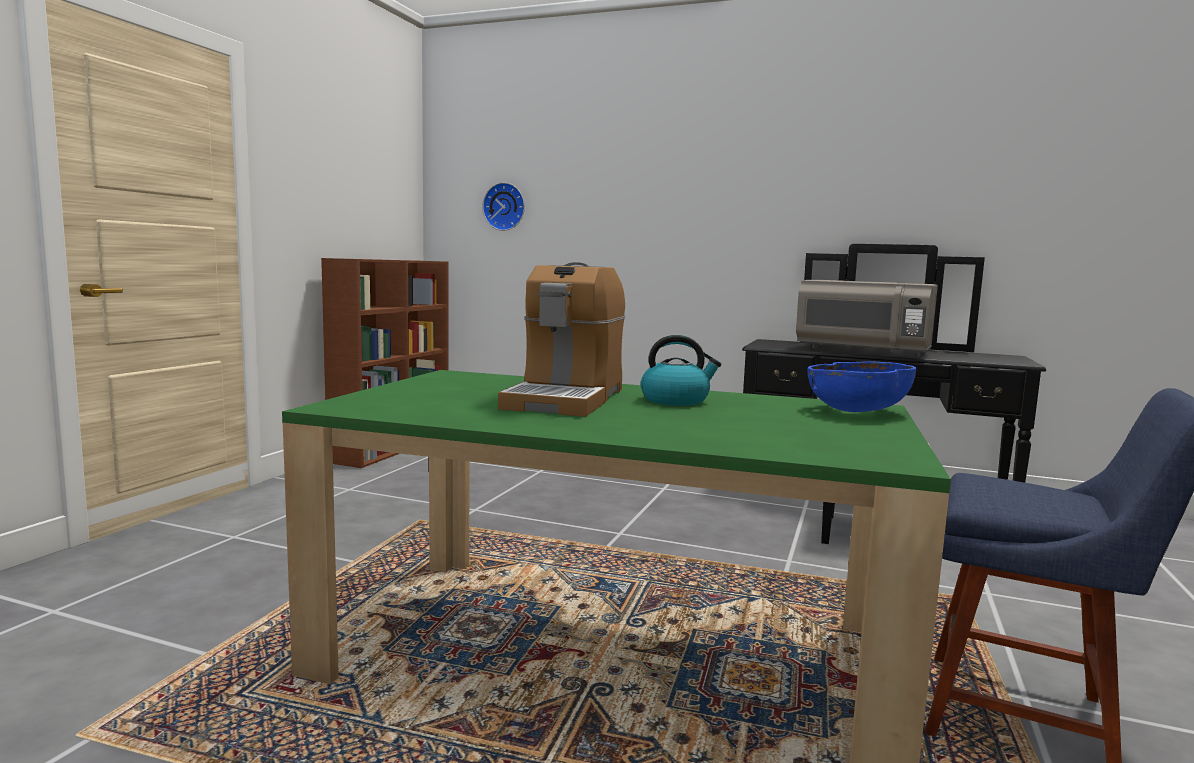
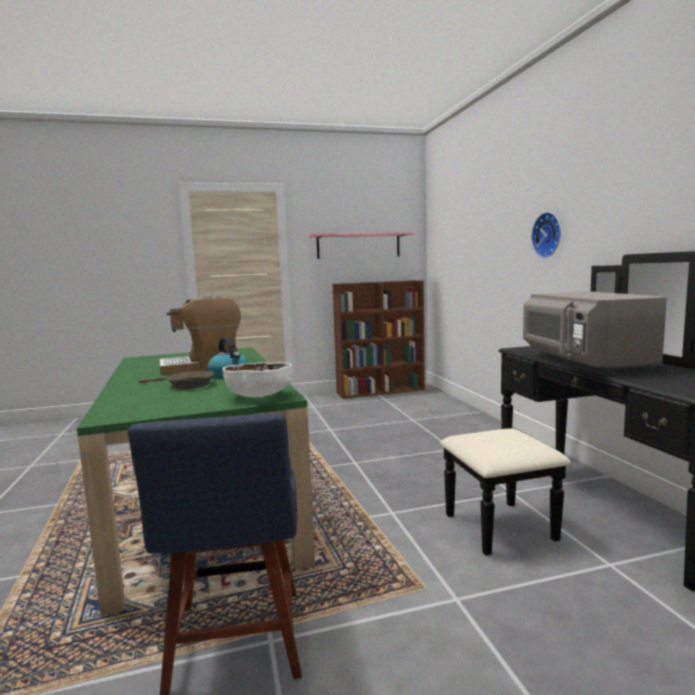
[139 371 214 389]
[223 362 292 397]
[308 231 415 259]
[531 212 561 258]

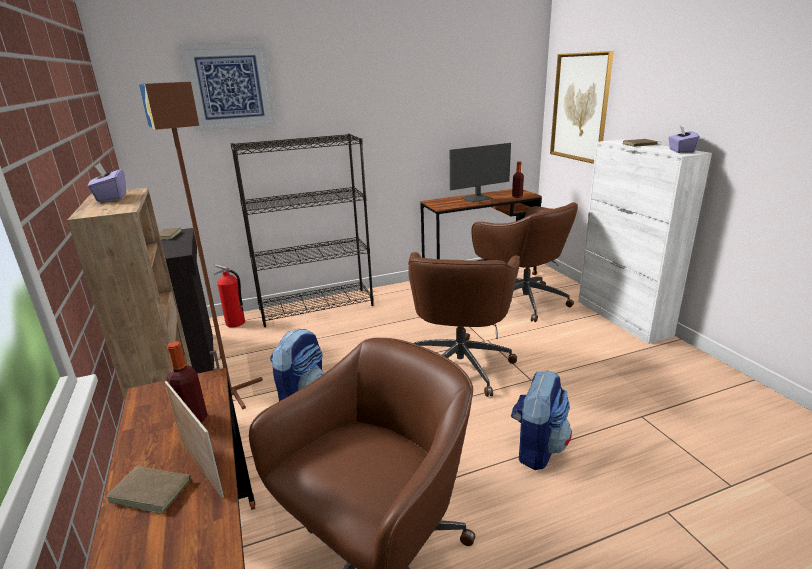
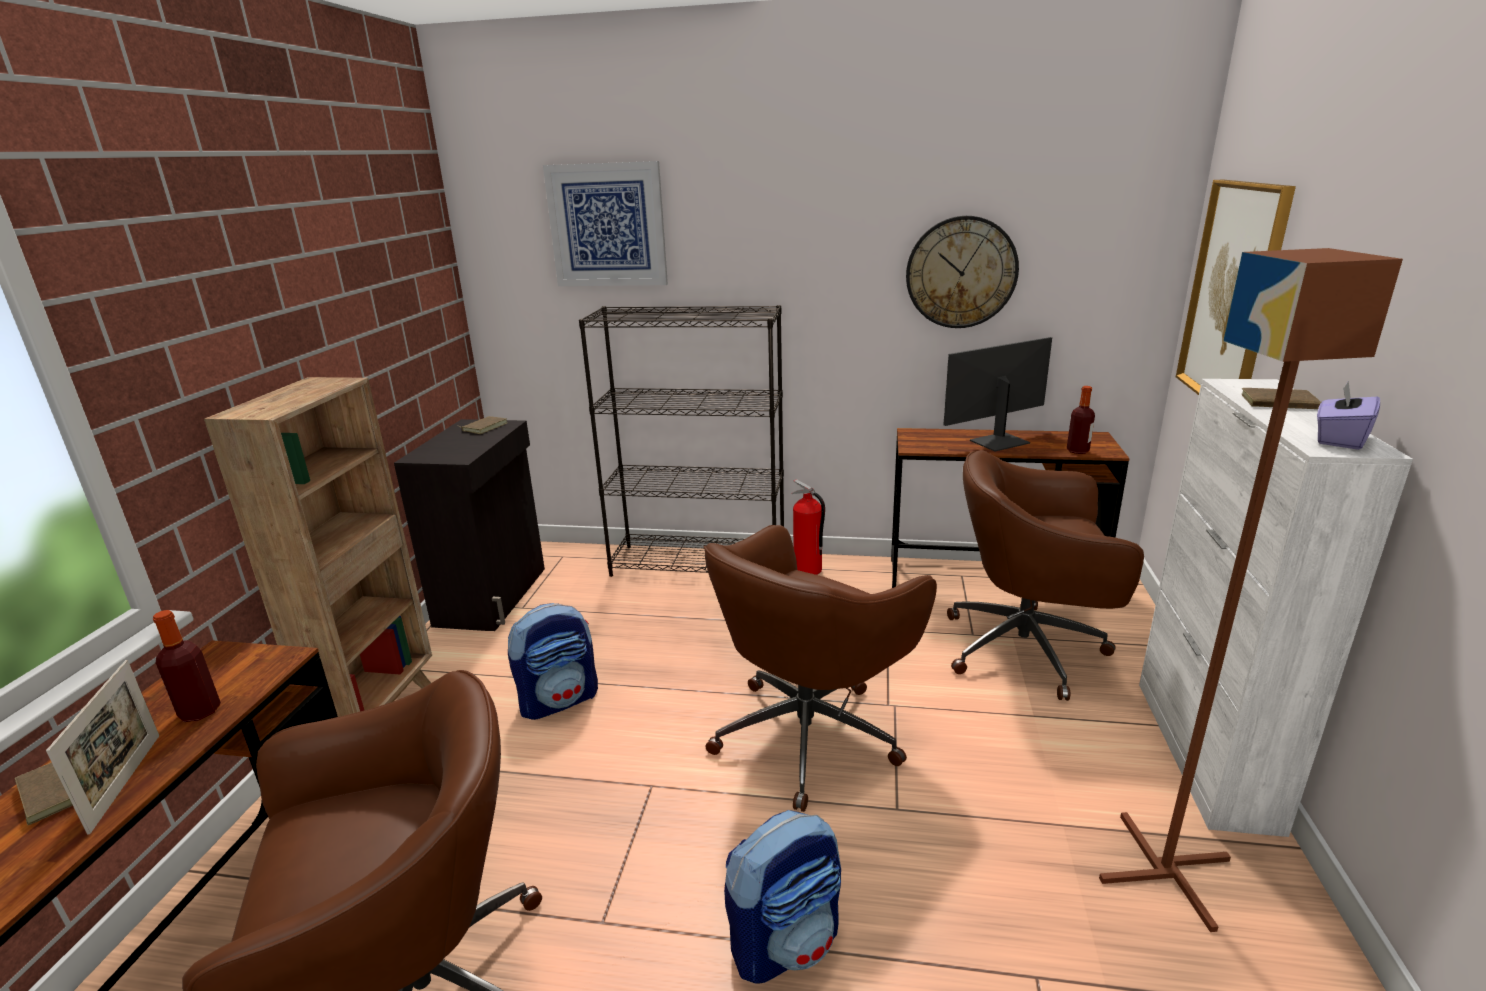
[792 479 825 575]
[906 216 1019 328]
[944 337 1052 452]
[947 450 1144 701]
[1099 248 1403 932]
[88 163 126 202] (first image)

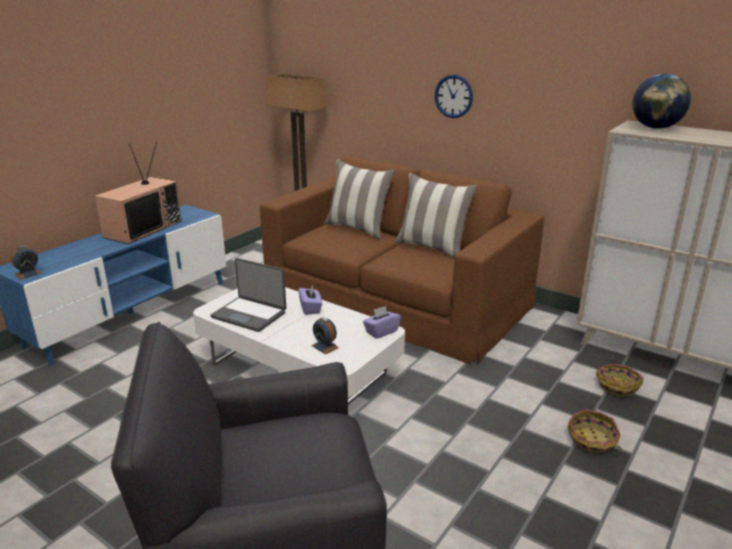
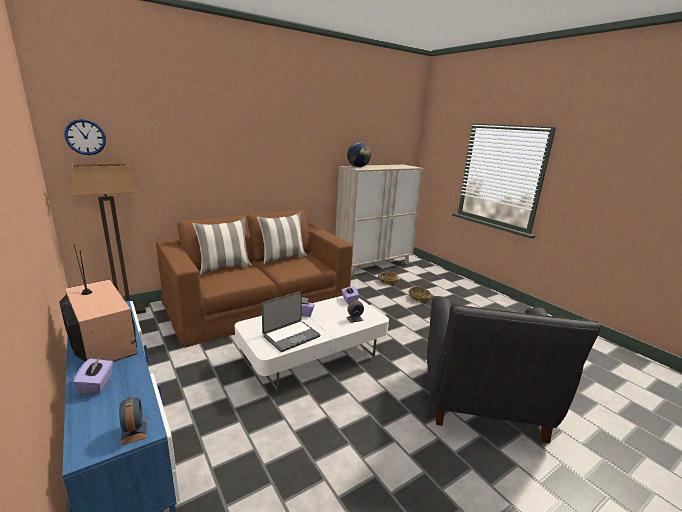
[64 119 106 155]
[73 357 113 395]

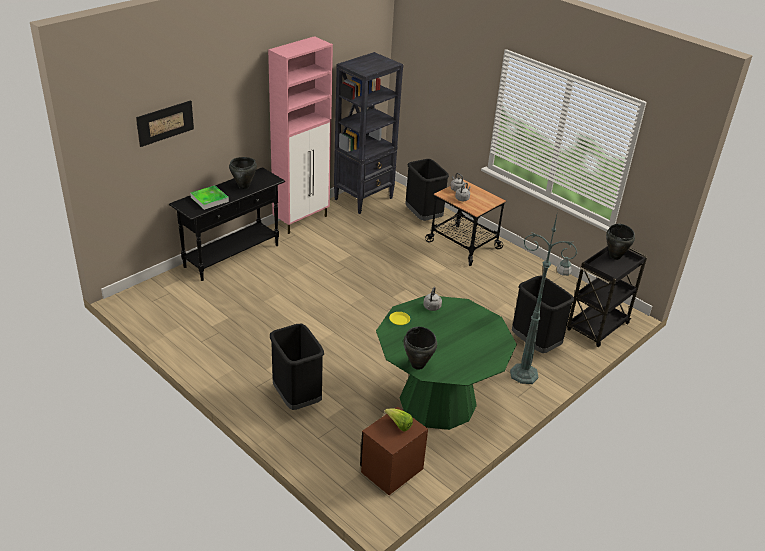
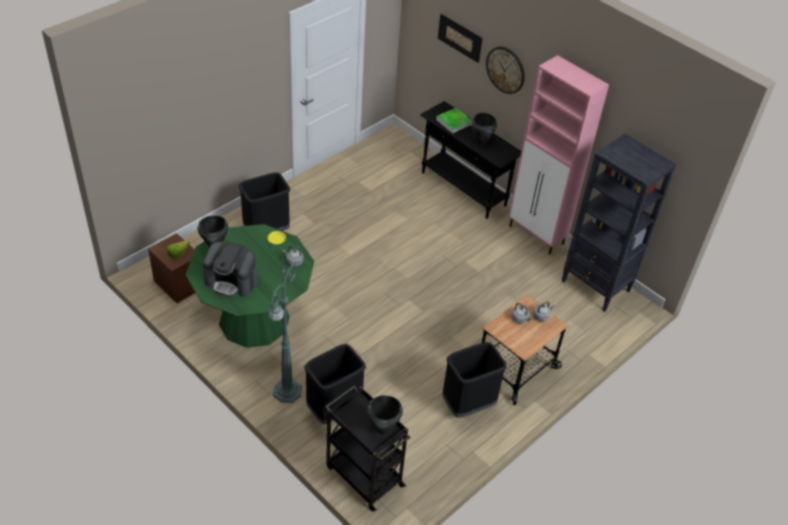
[203 241 258 297]
[442 342 507 418]
[486 47 525 94]

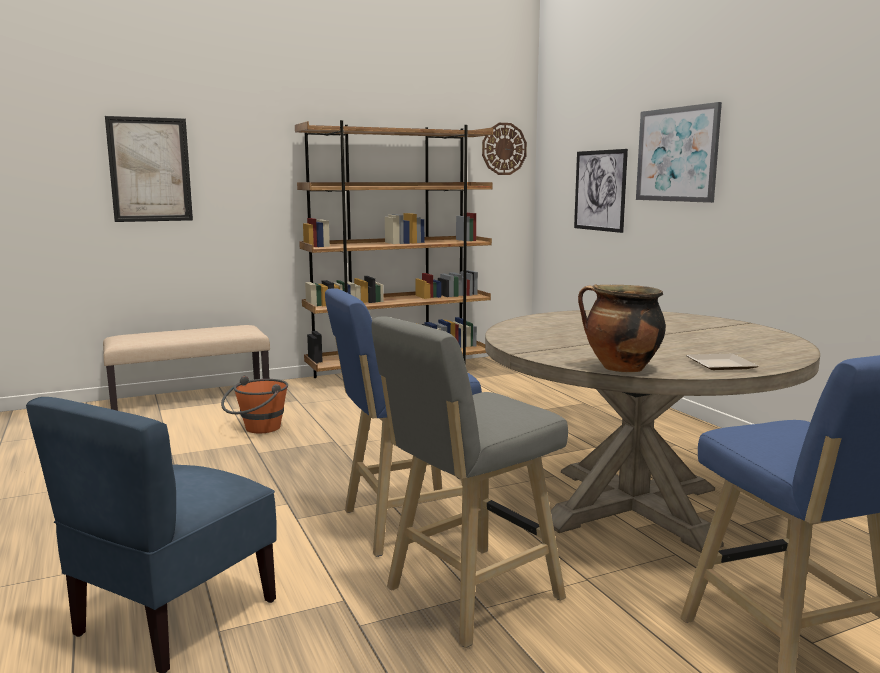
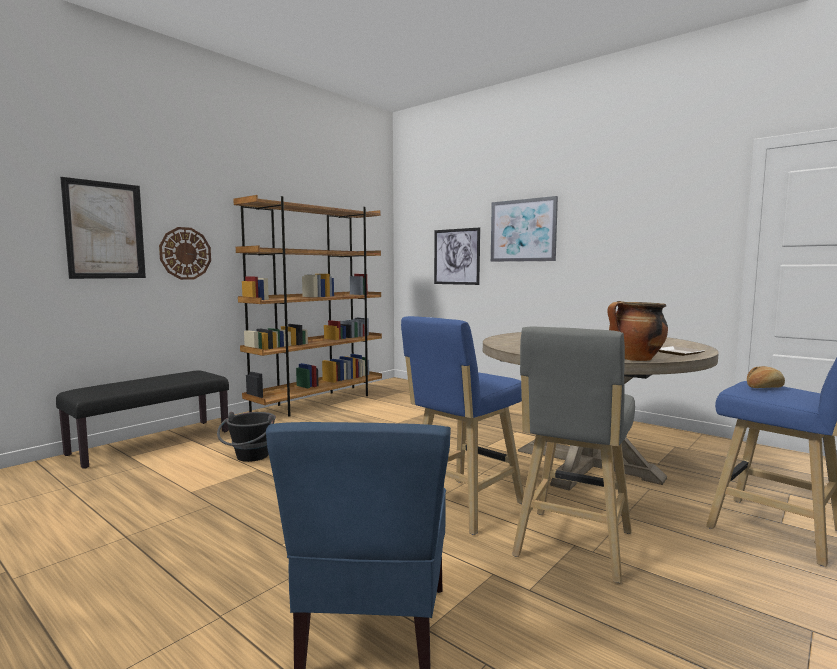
[56 371 229 469]
[159 227 211 280]
[217 412 276 462]
[747 366 785 388]

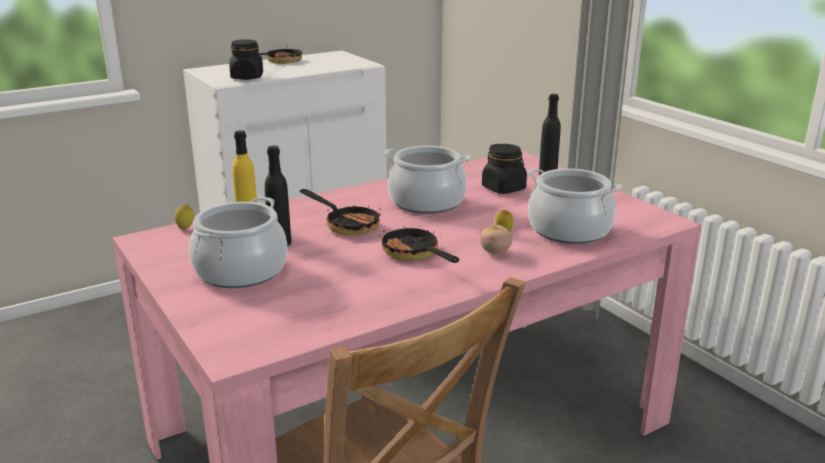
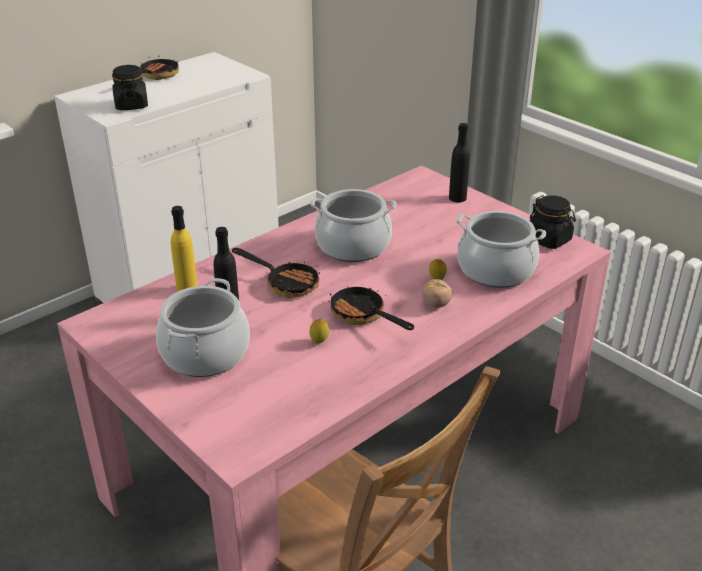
[309 319 329 344]
[530 195 576 249]

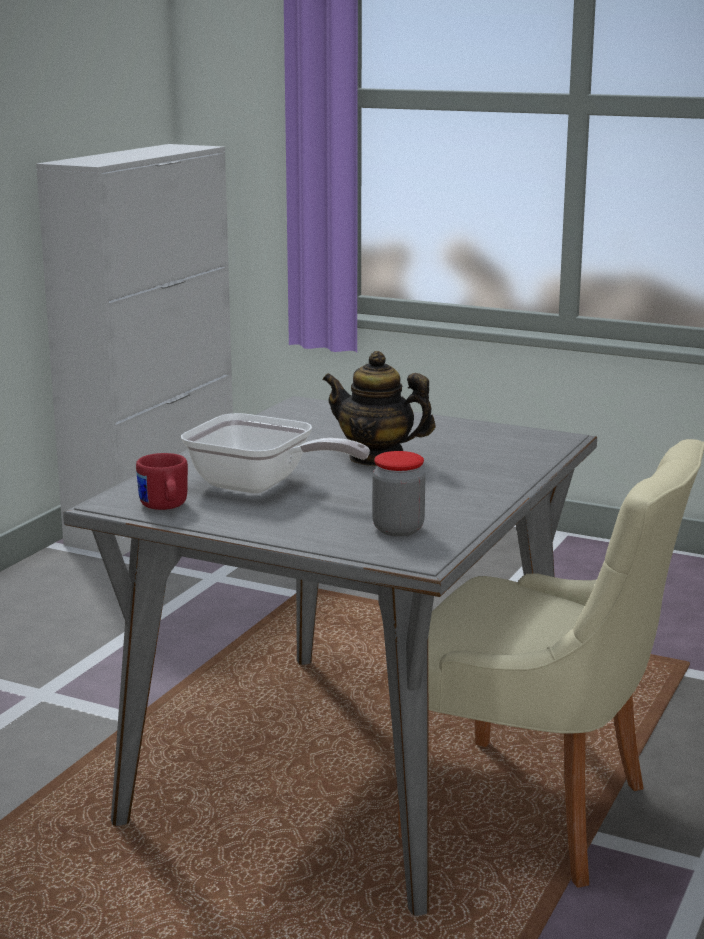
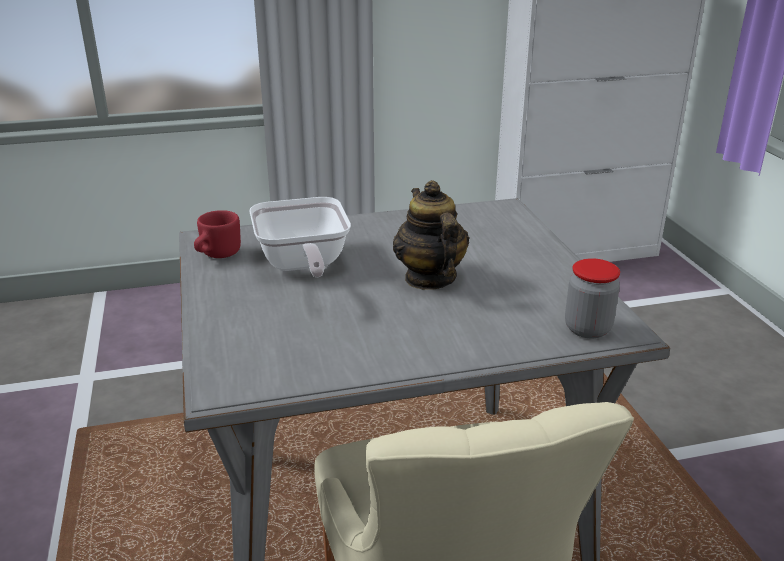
[565 258 620 339]

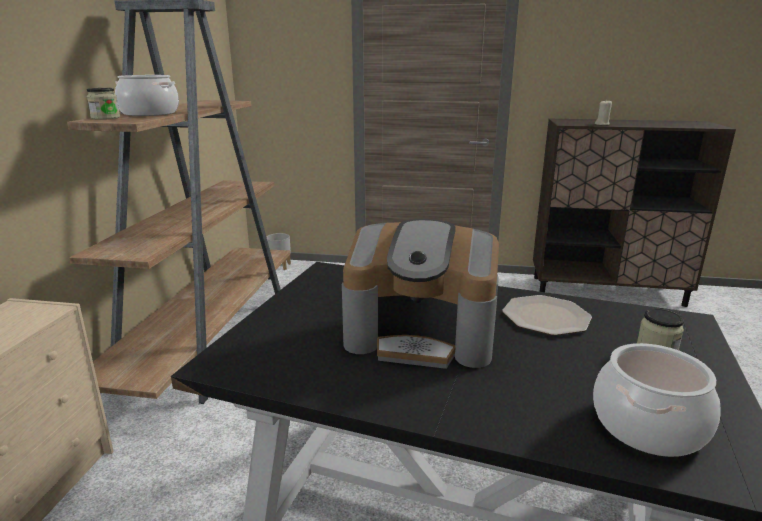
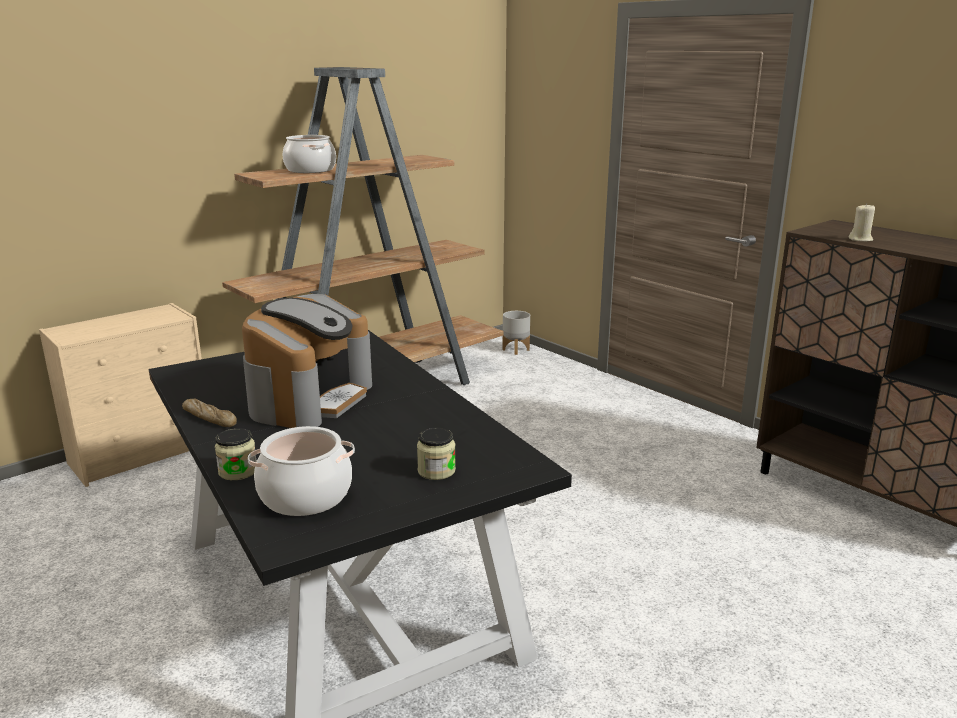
[182 399 237 427]
[215 428 256 480]
[242 294 372 428]
[502 295 592 335] (first image)

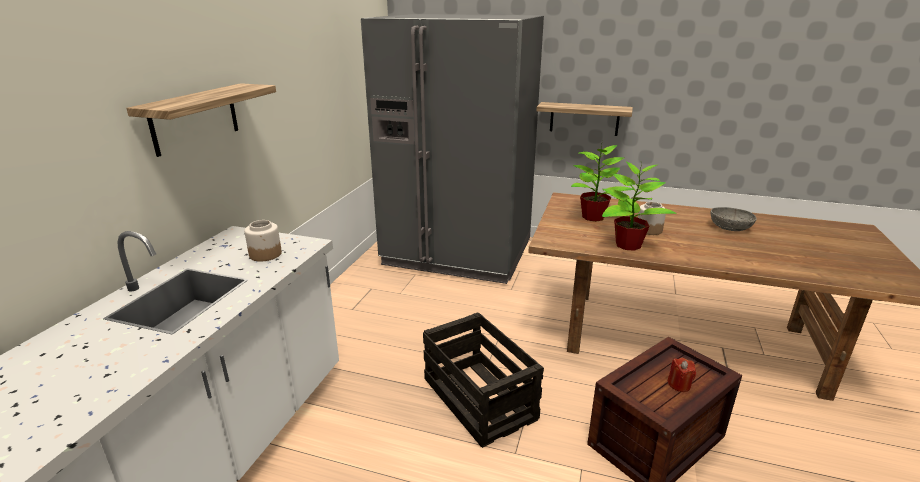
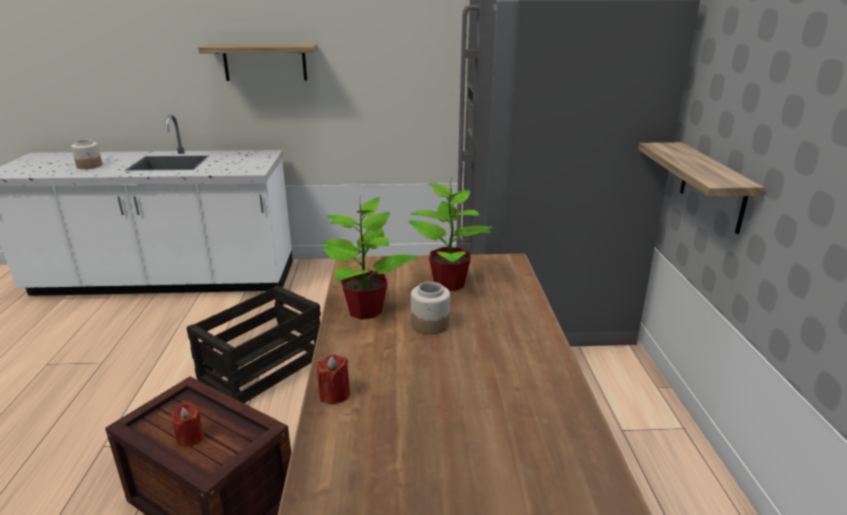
[71 139 102 169]
[317 354 350 404]
[710 207 757 231] (first image)

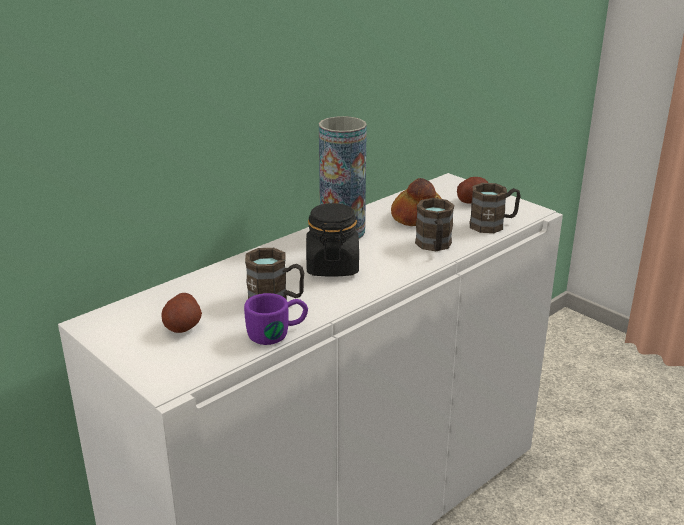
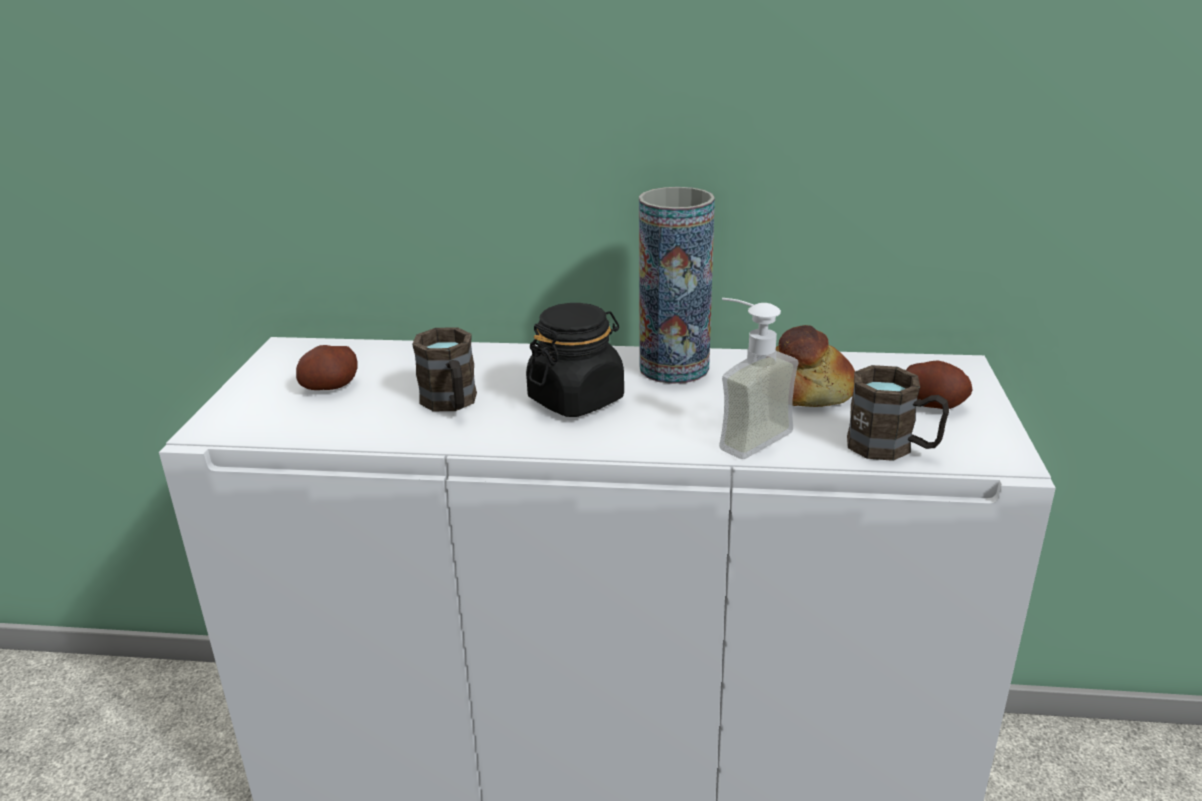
[719 298 798 459]
[244 293 308 345] (first image)

